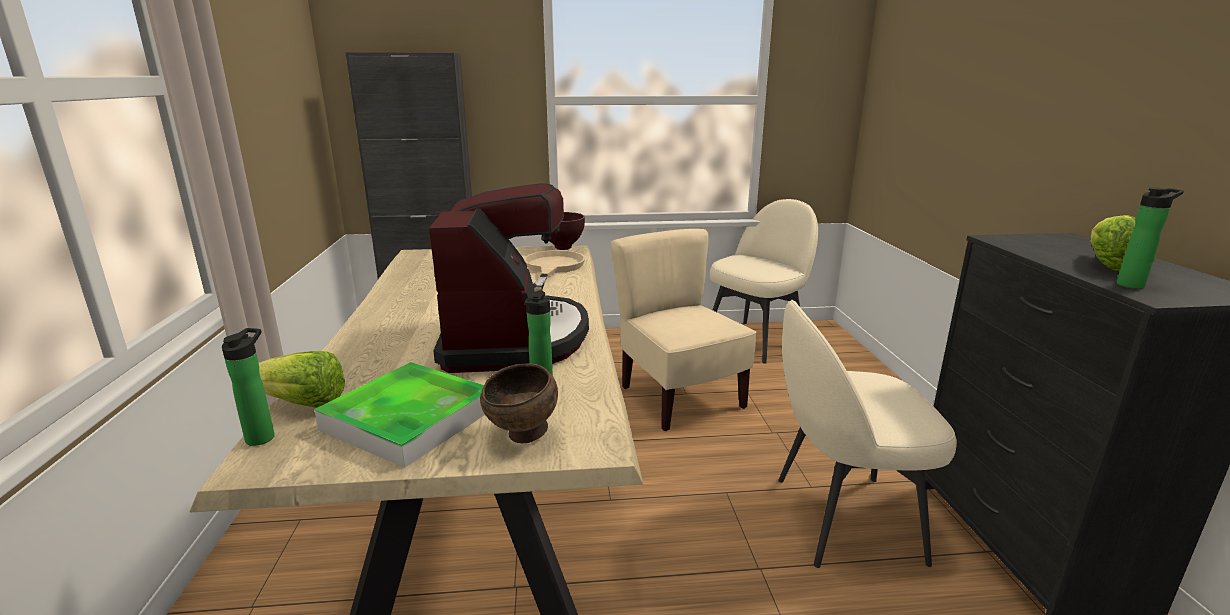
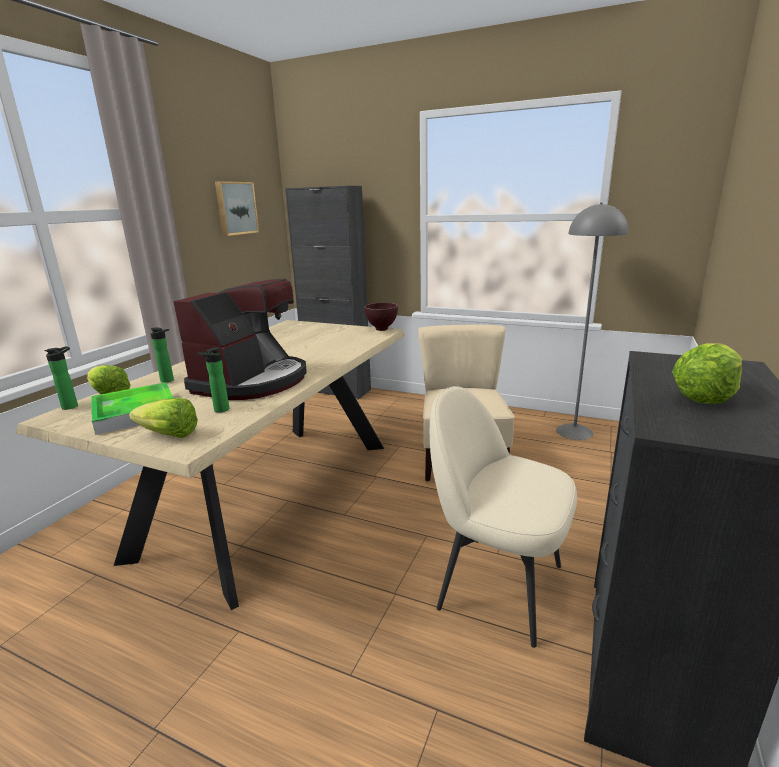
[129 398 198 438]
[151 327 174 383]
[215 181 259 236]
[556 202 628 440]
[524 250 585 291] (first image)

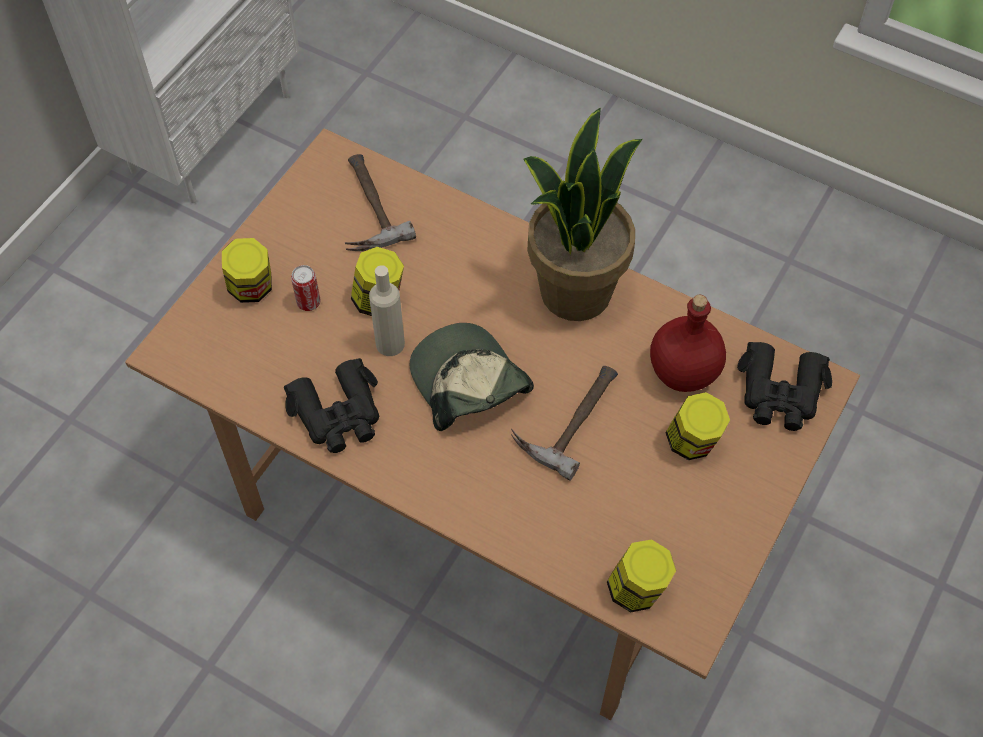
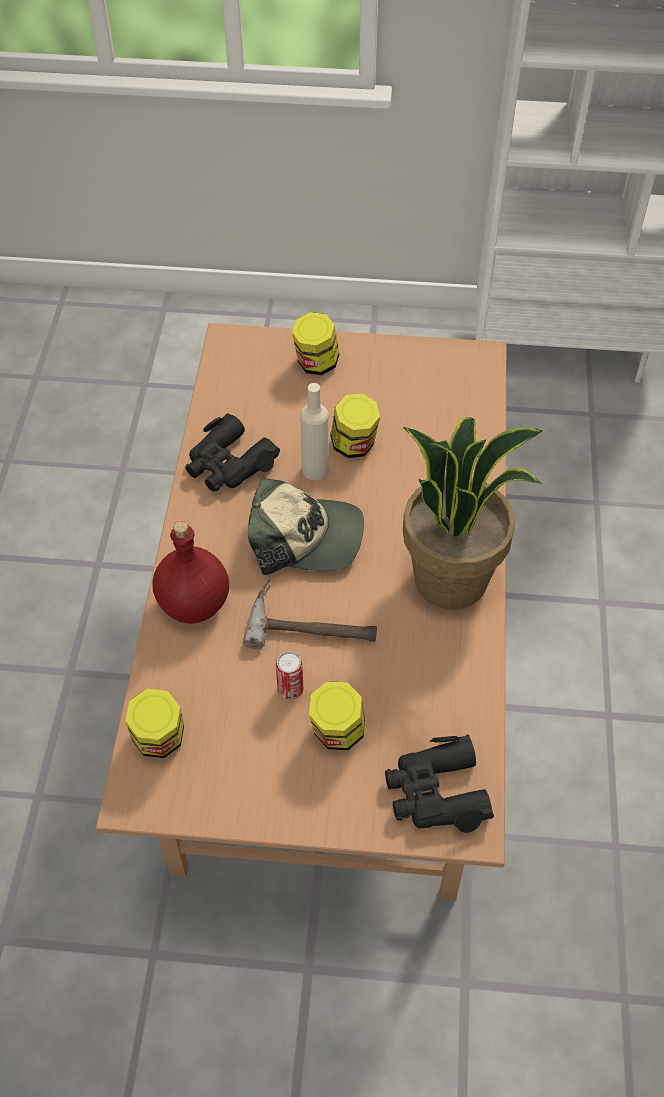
[152 521 229 624]
[248 478 364 575]
[276 652 304 699]
[345 154 416 251] (first image)

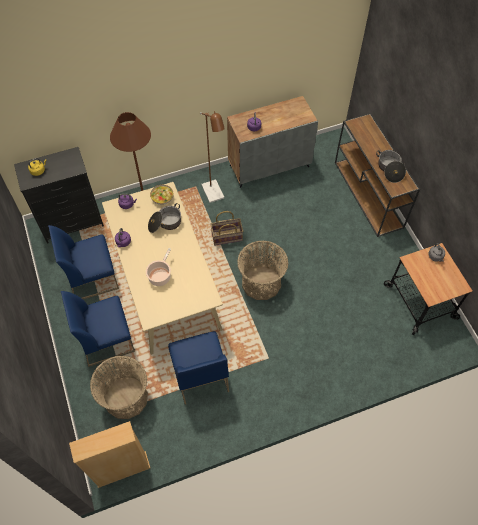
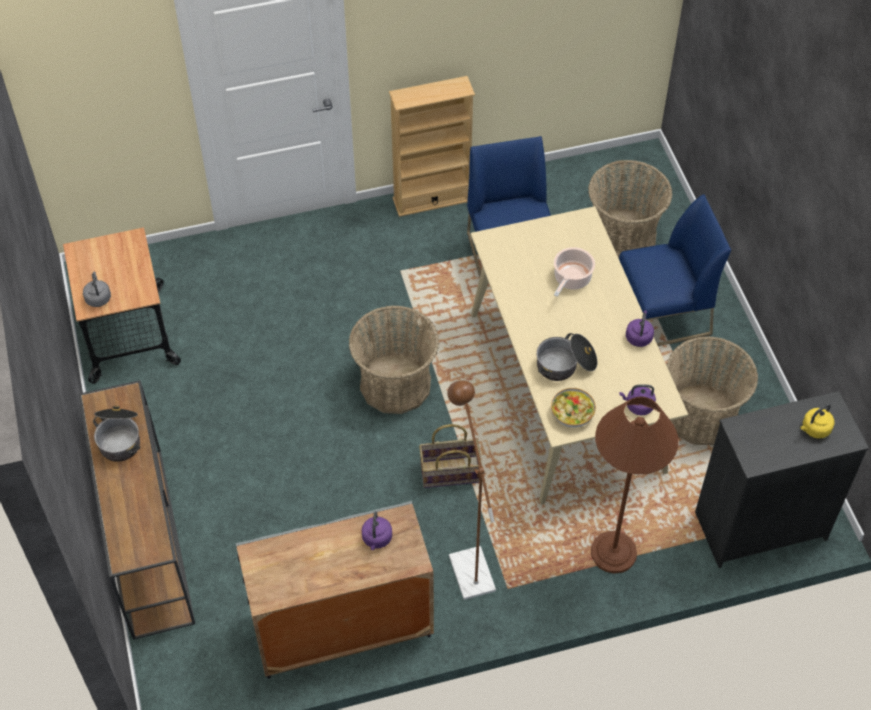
[389 76 475 217]
[666 336 758 445]

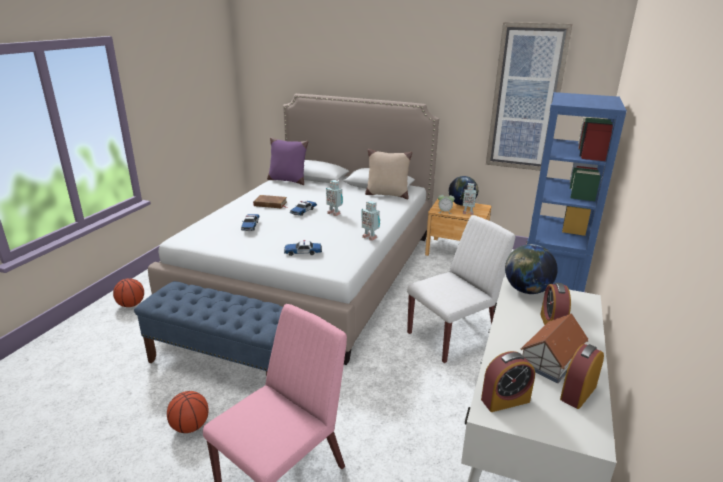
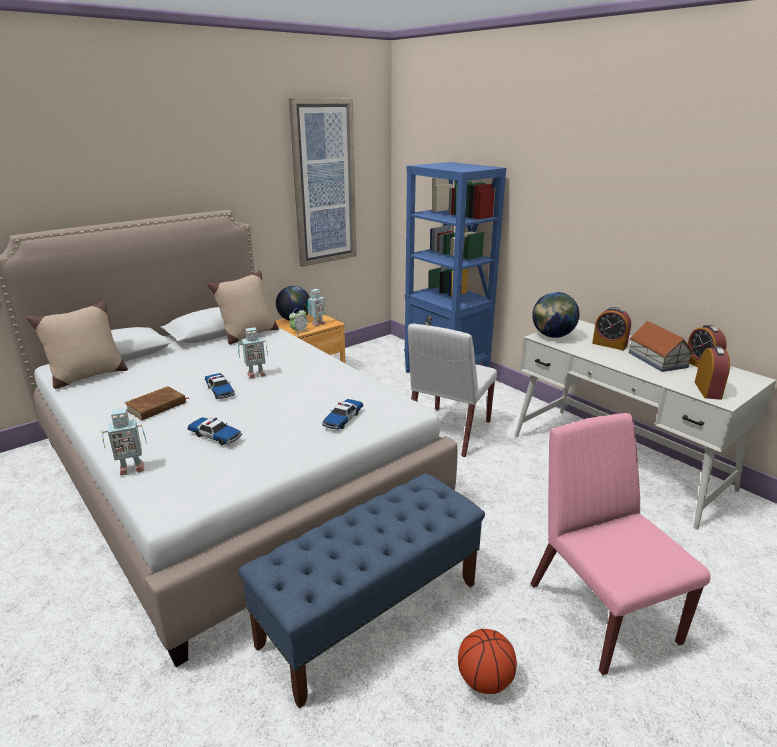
[26 301 128 389]
[102 408 146 476]
[408 324 497 457]
[113 278 144 307] (first image)

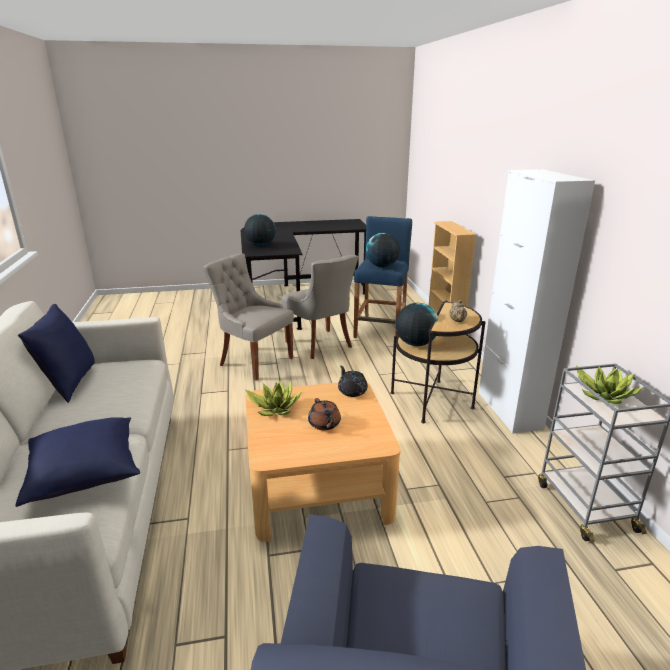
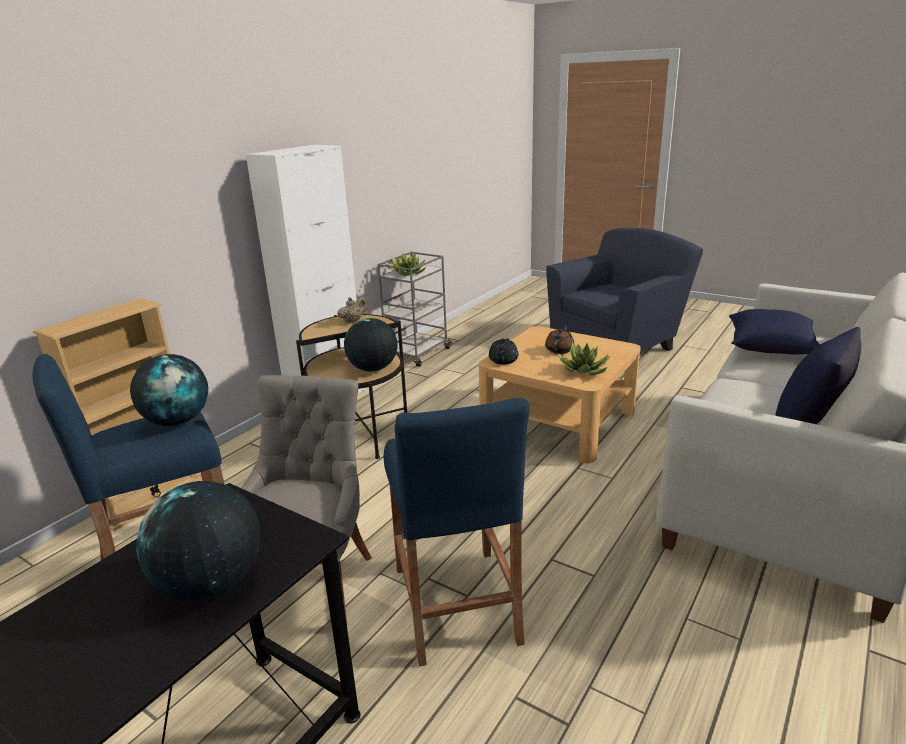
[384 398 530 667]

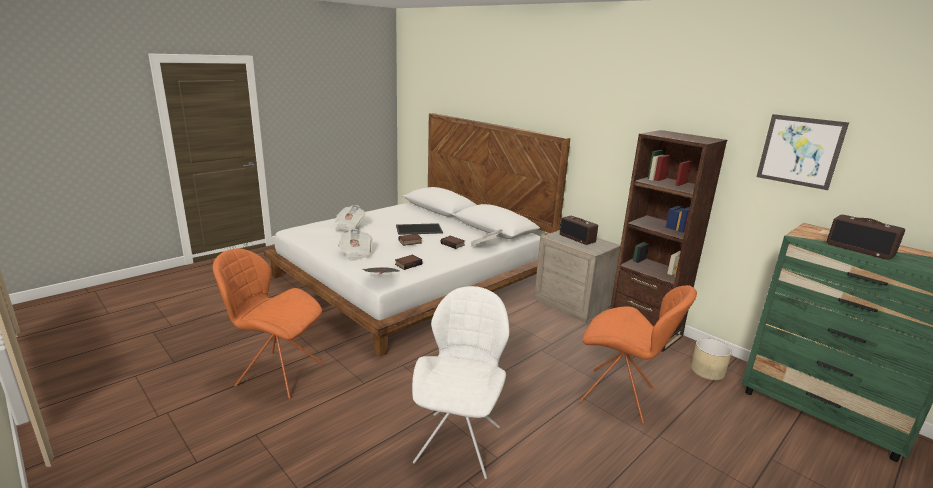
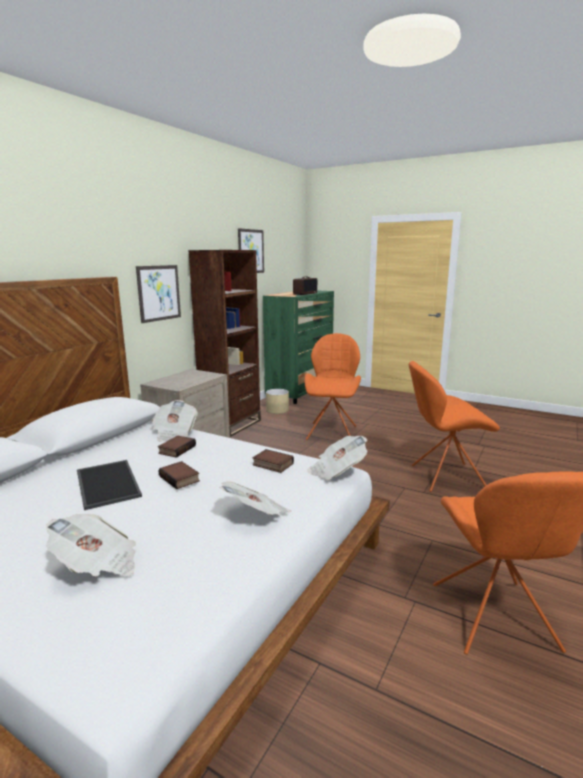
[136 265 181 323]
[409 361 500 492]
[560 216 598 245] (first image)

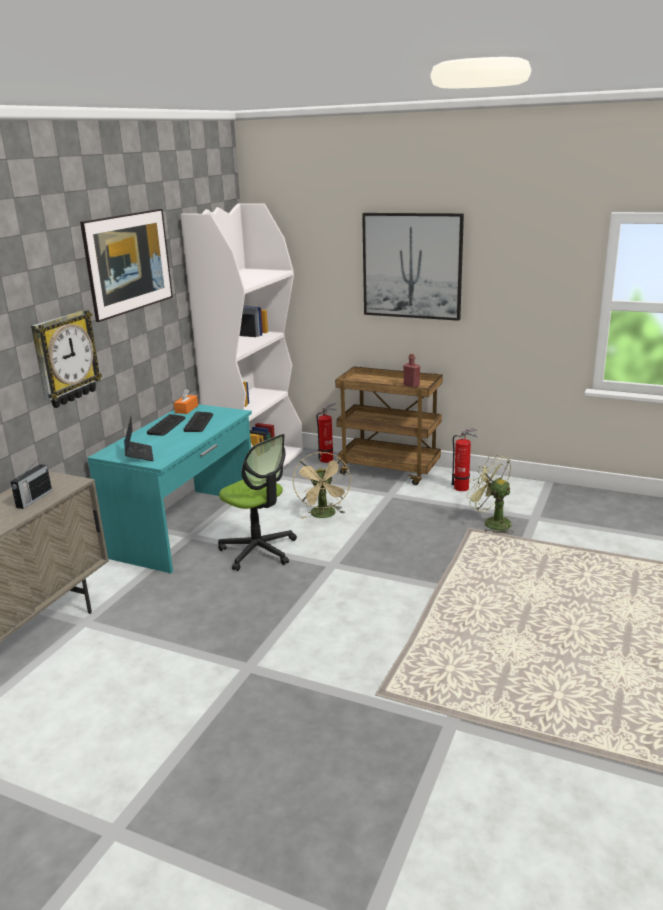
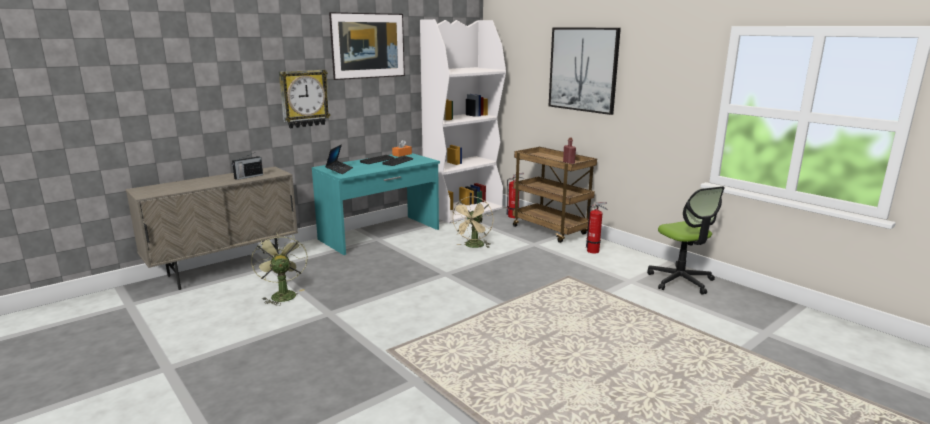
[251 233 308 306]
[647 186 725 295]

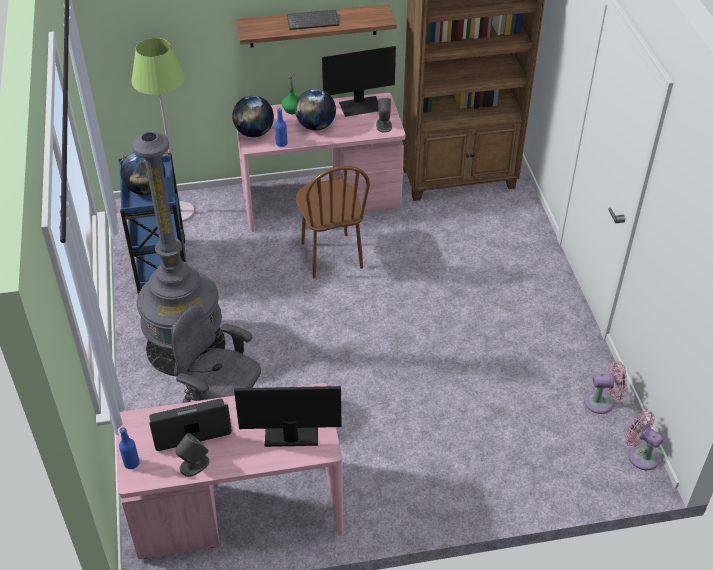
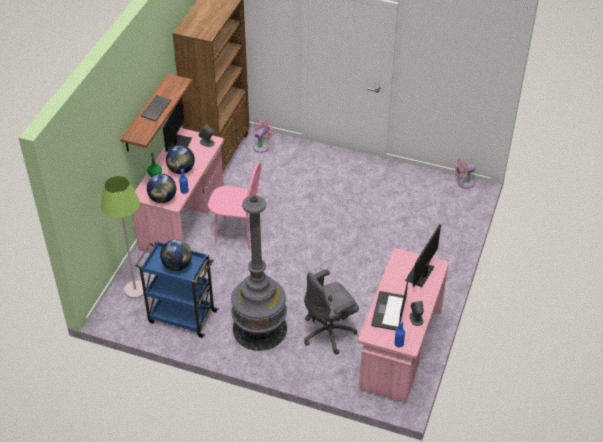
[208 162 261 250]
[253 120 274 153]

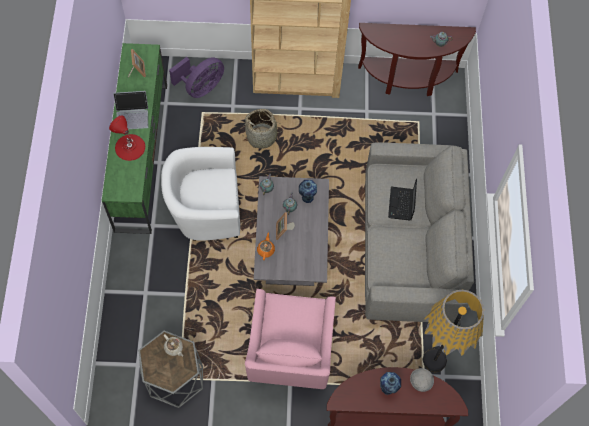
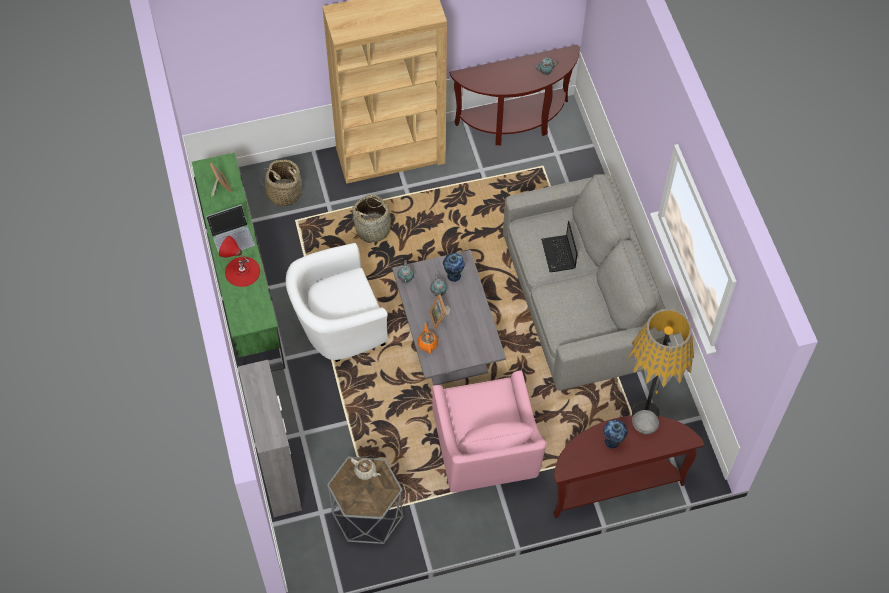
[238 360 302 517]
[259 160 306 207]

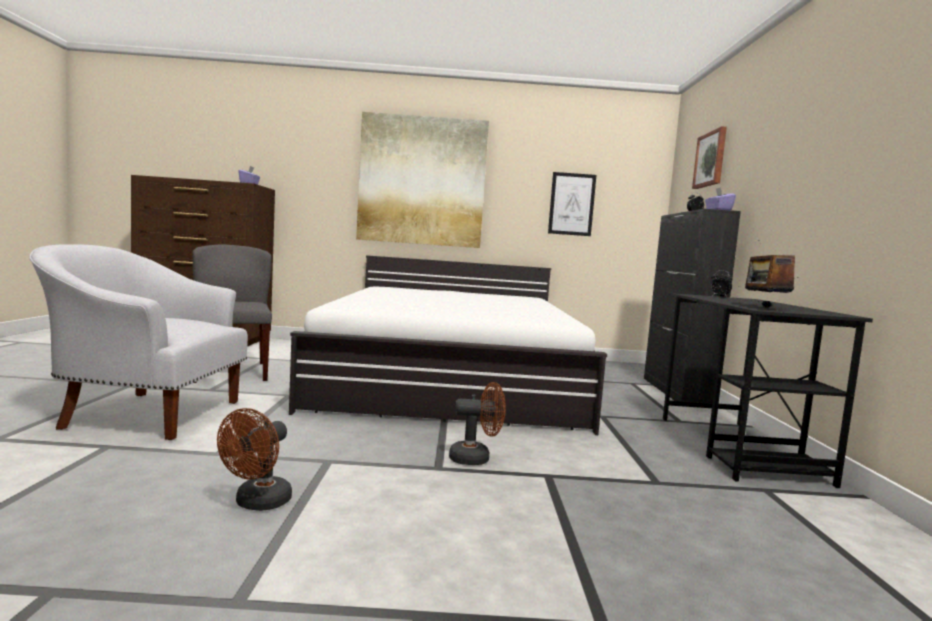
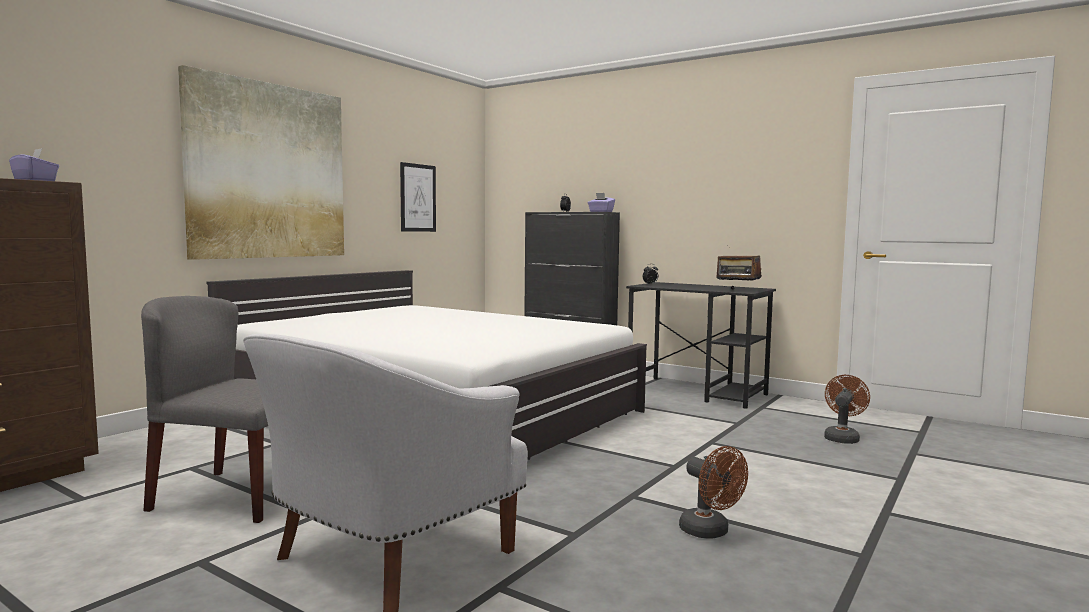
[824 375 870 444]
[692 126 727 189] (first image)

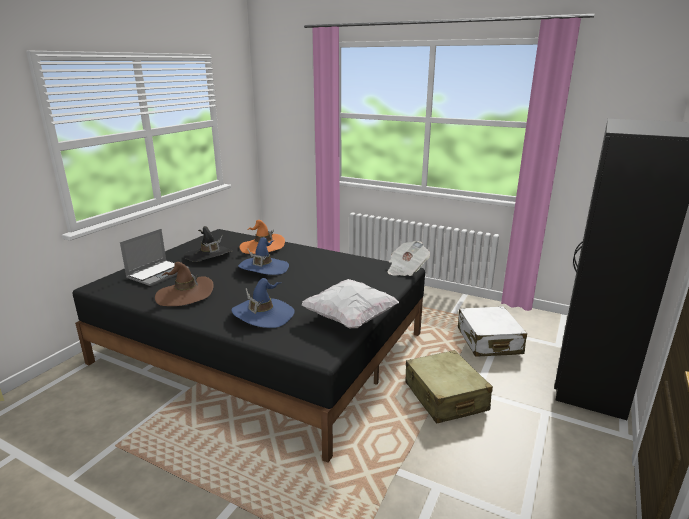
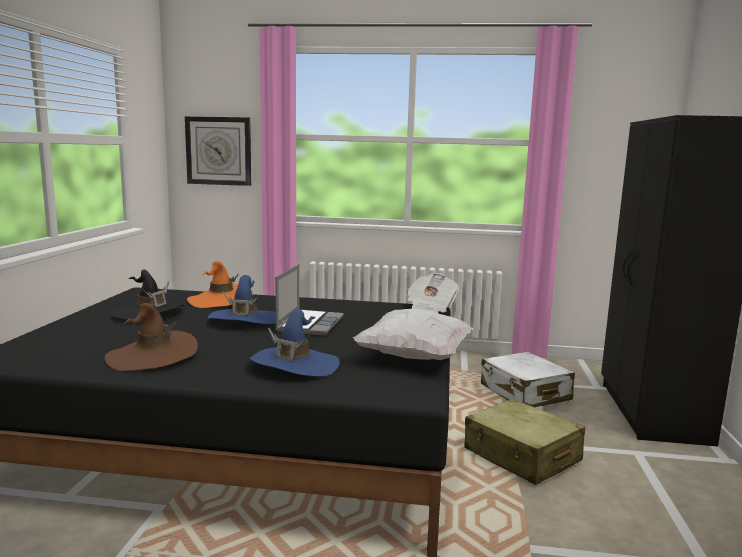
[185 116 251 186]
[275 264 344 336]

